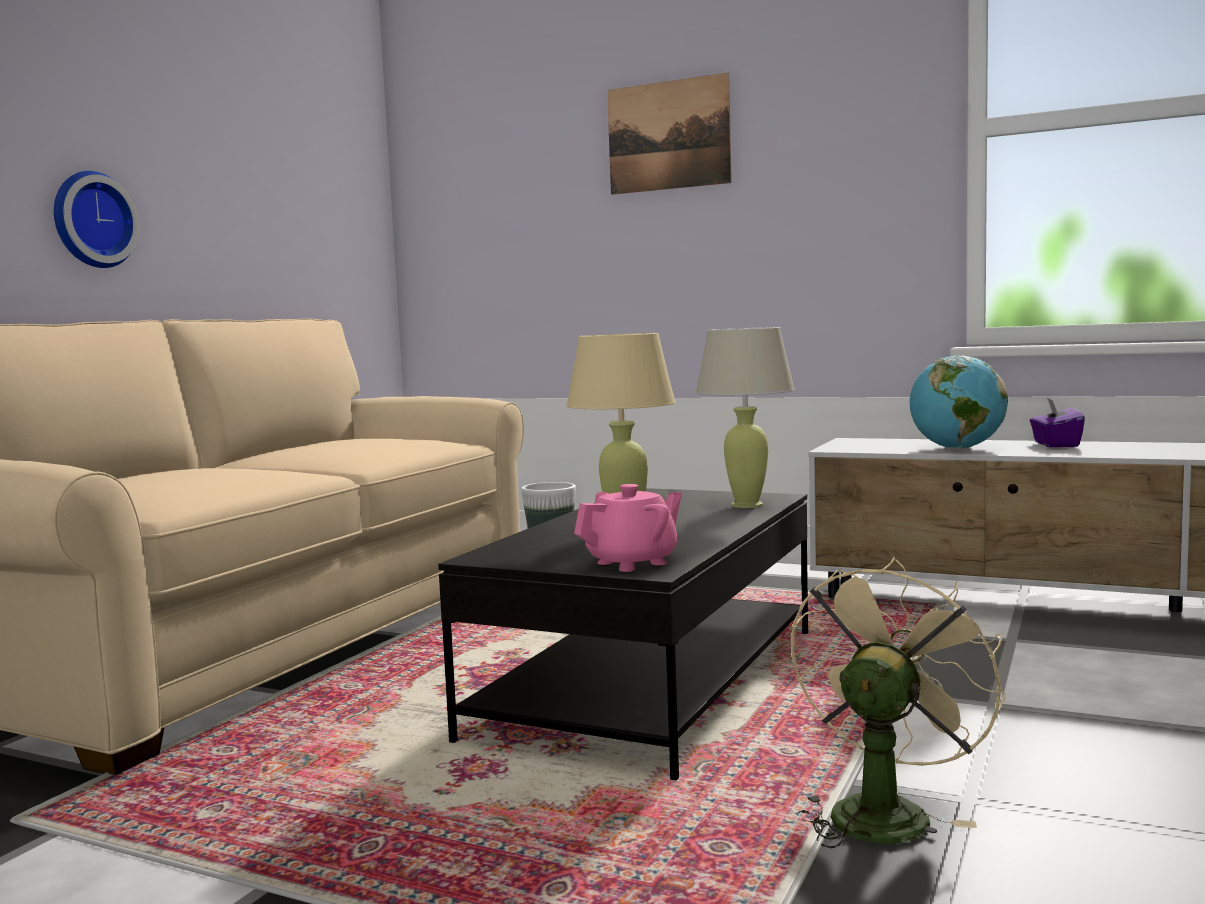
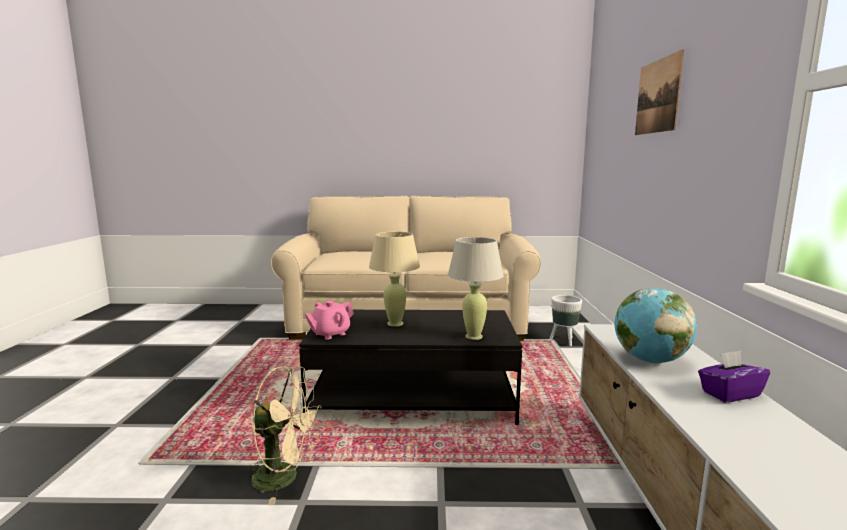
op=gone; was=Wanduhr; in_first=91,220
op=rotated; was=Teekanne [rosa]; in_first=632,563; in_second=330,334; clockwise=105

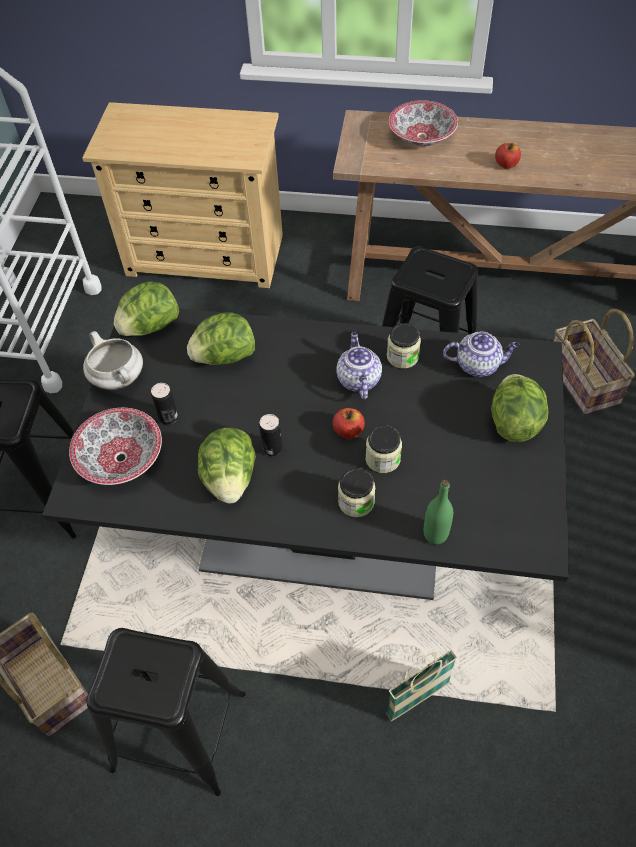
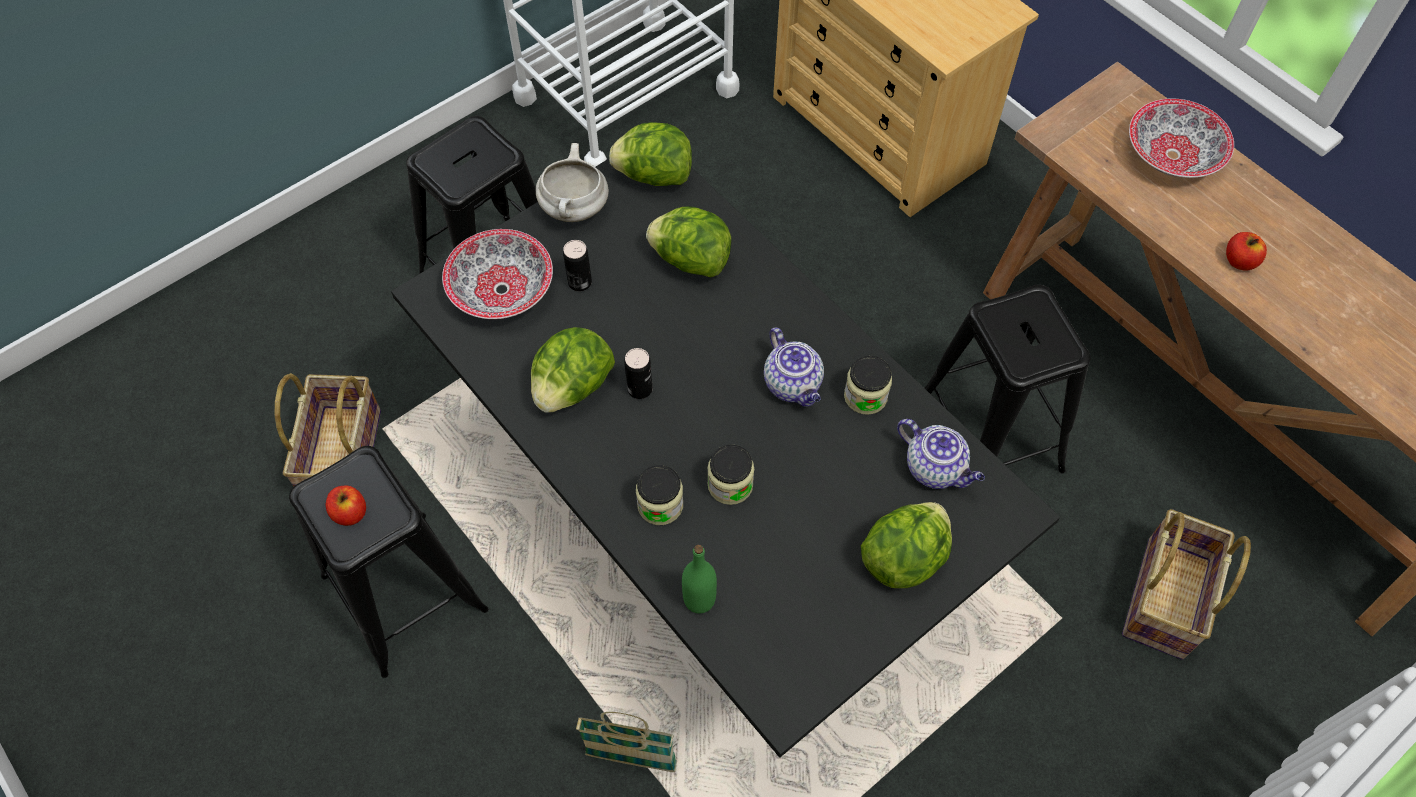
op=rotated; was=Teekanne; in_first=358,379; in_second=793,385; clockwise=120
op=shifted; was=Apfel; in_first=348,431; in_second=350,513

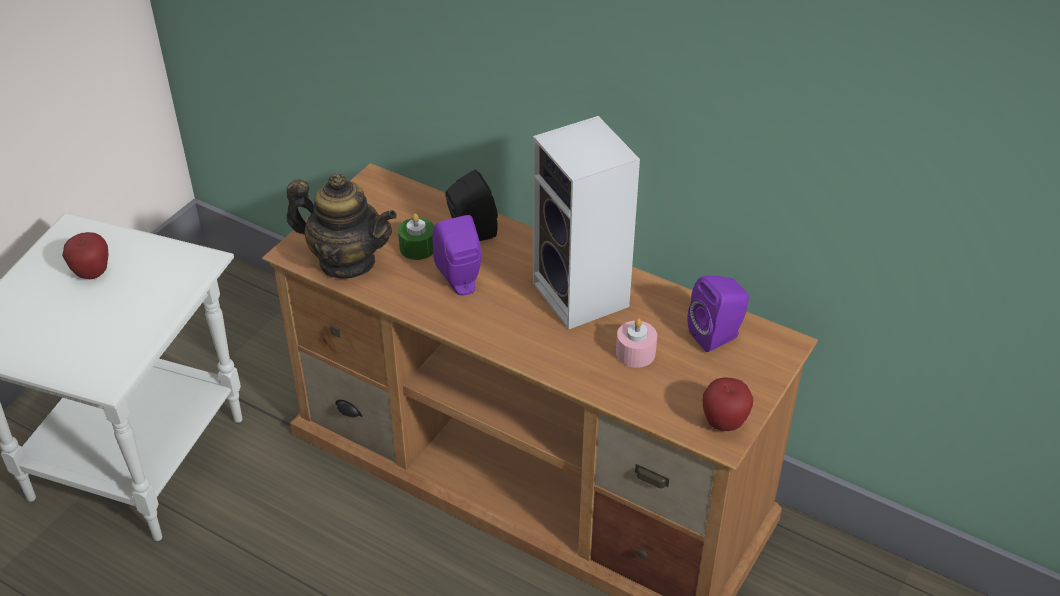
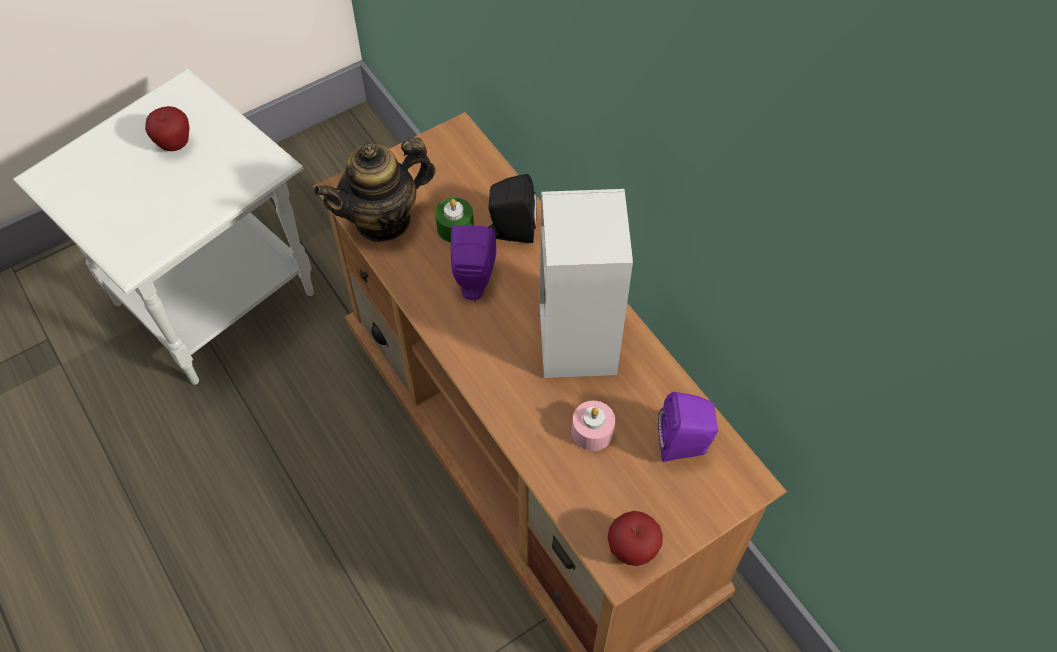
op=rotated; was=Teekanne; in_first=347,262; in_second=383,219; clockwise=105

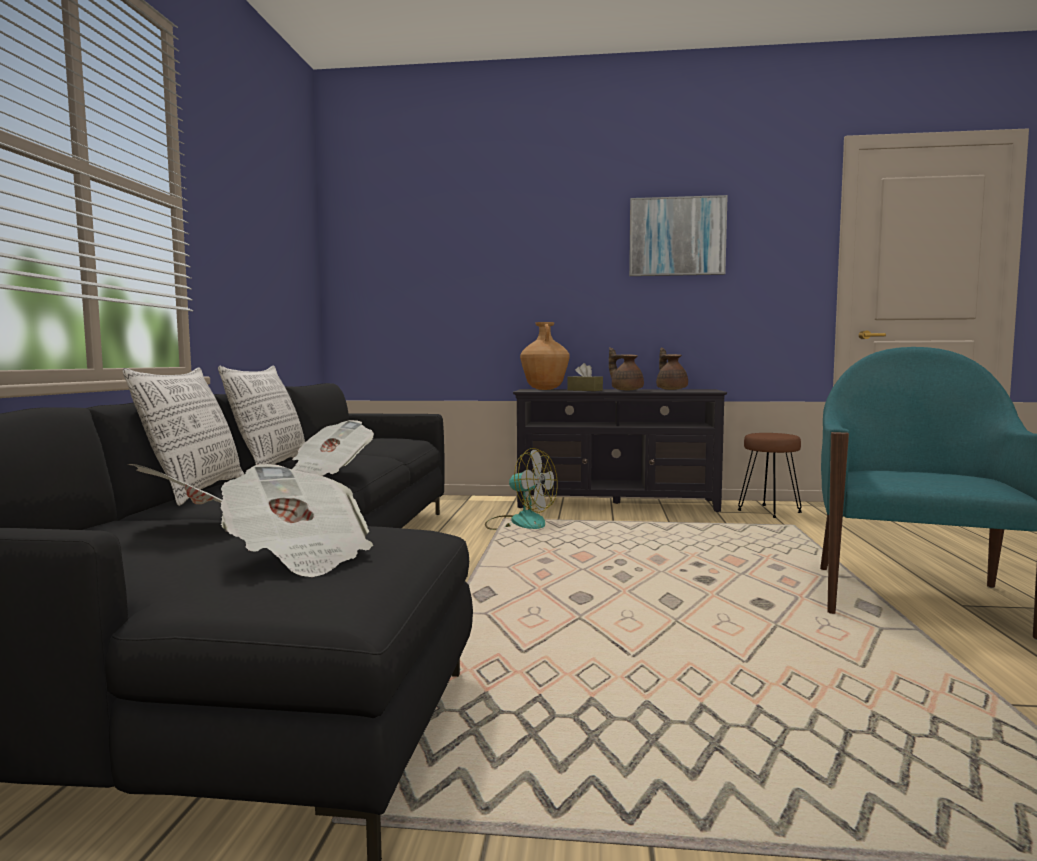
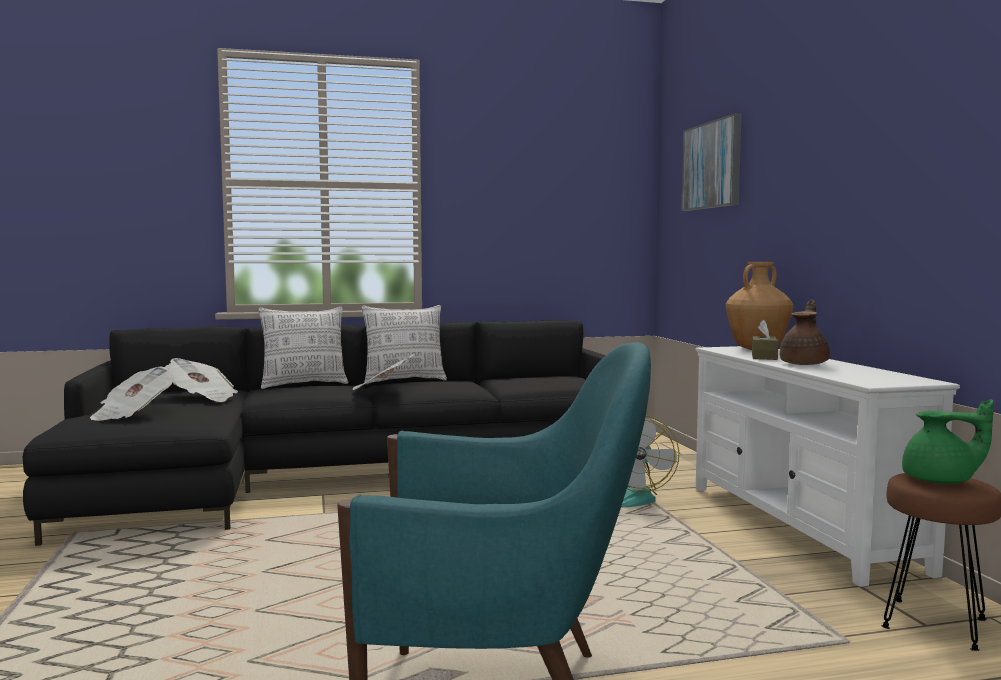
op=shifted; was=Bild; in_first=677,237; in_second=712,165
op=gone; was=Teekanne [braun]; in_first=671,389
op=repainted; was=Fernsehschrank [schwarz]; now=Fernsehschrank [weiß]; in_first=616,504; in_second=799,527
op=new; now=Teekanne [grün]; in_second=941,481

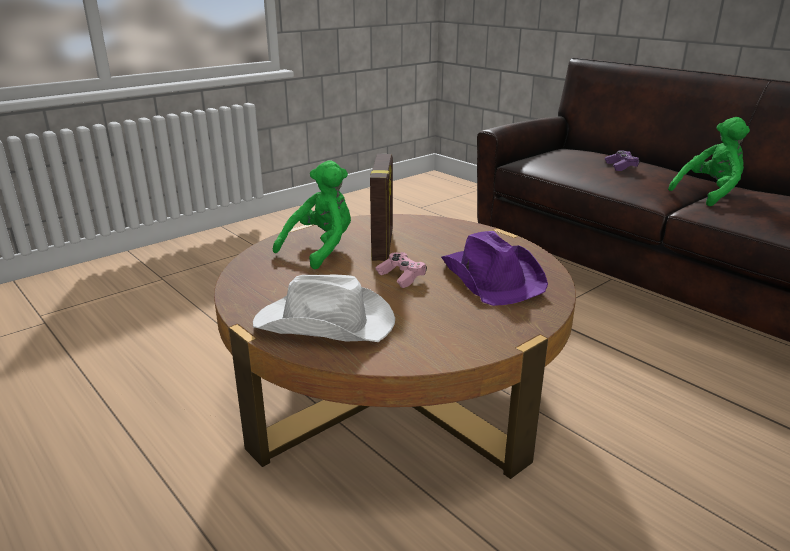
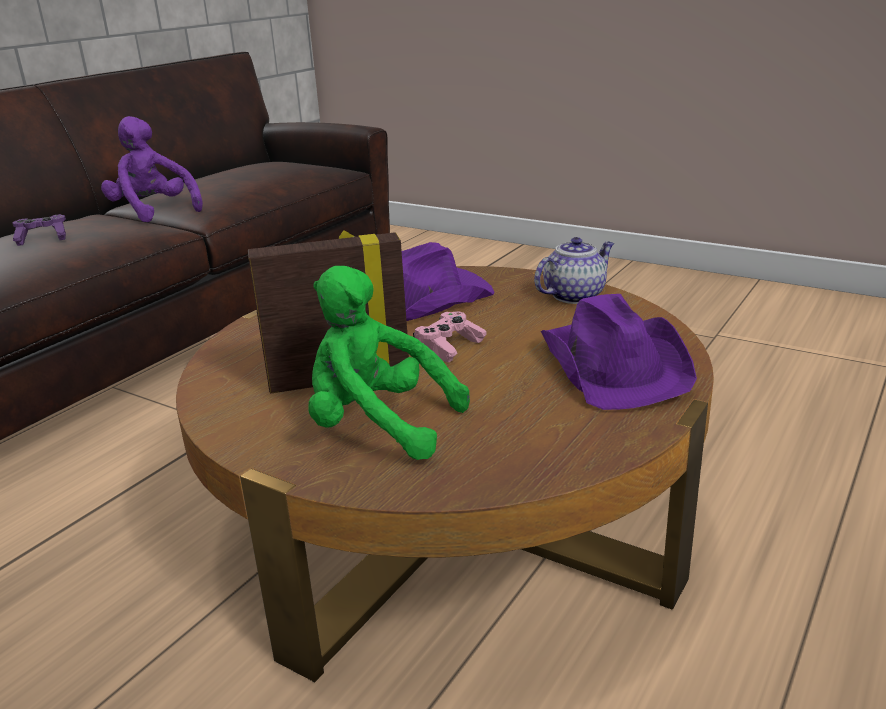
op=repainted; was=Plüschtier [grün]; now=Plüschtier [lila]; in_first=709,194; in_second=153,212
op=repainted; was=Hut [weiß]; now=Hut [lila]; in_first=326,324; in_second=615,365
op=new; now=Teekanne; in_second=574,295

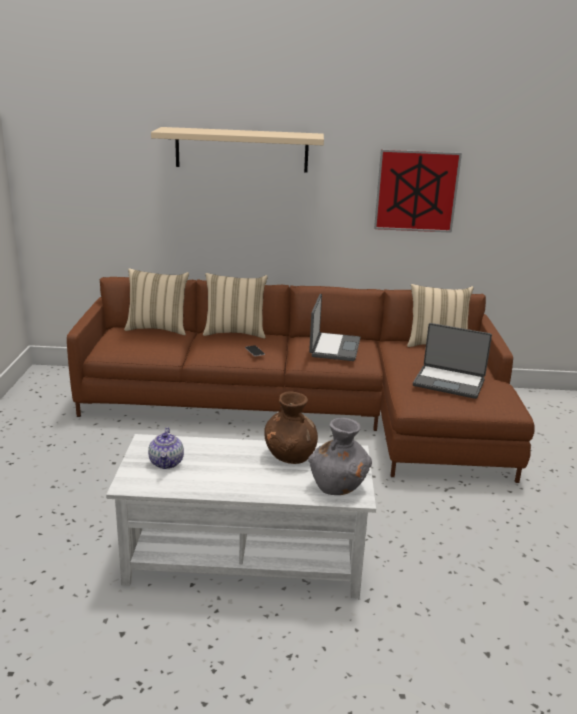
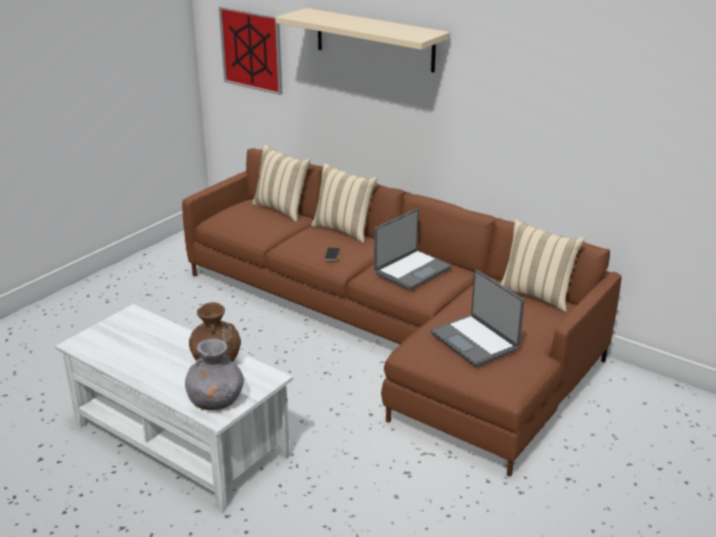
op=shifted; was=Bild; in_first=416,191; in_second=251,50
op=gone; was=Teekanne; in_first=167,463

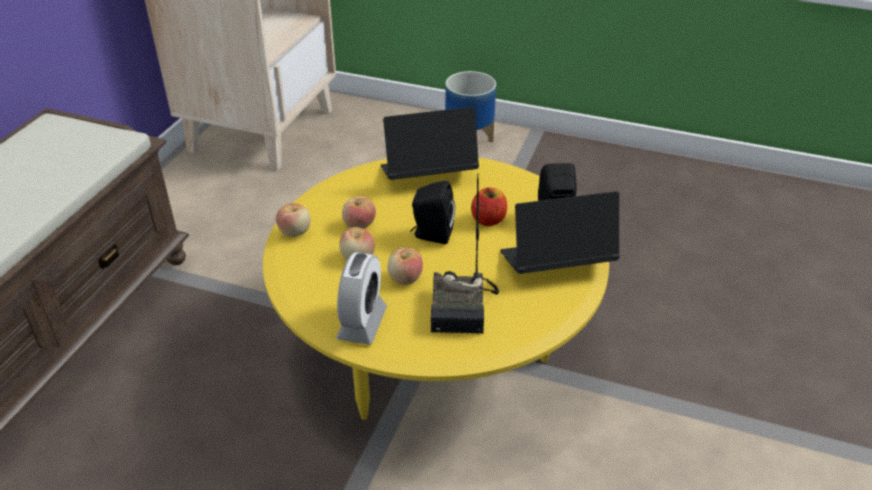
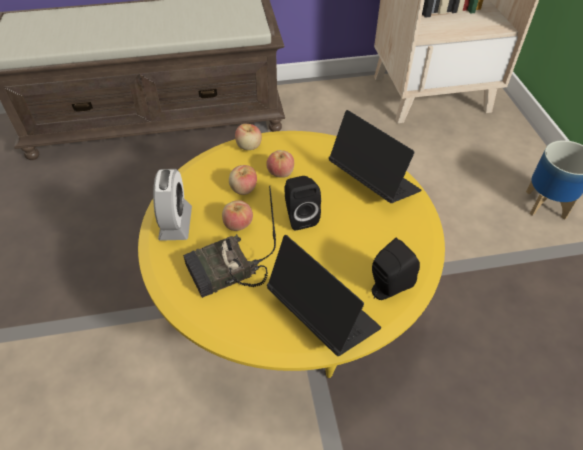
op=gone; was=Apfel; in_first=488,220
op=rotated; was=Wecker; in_first=362,323; in_second=175,223; clockwise=-75

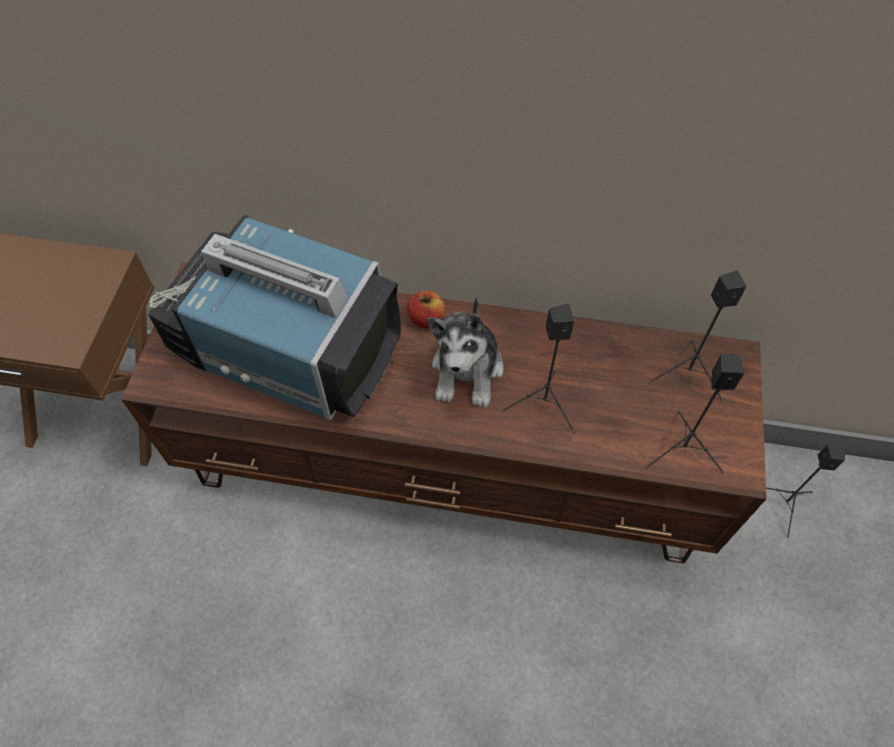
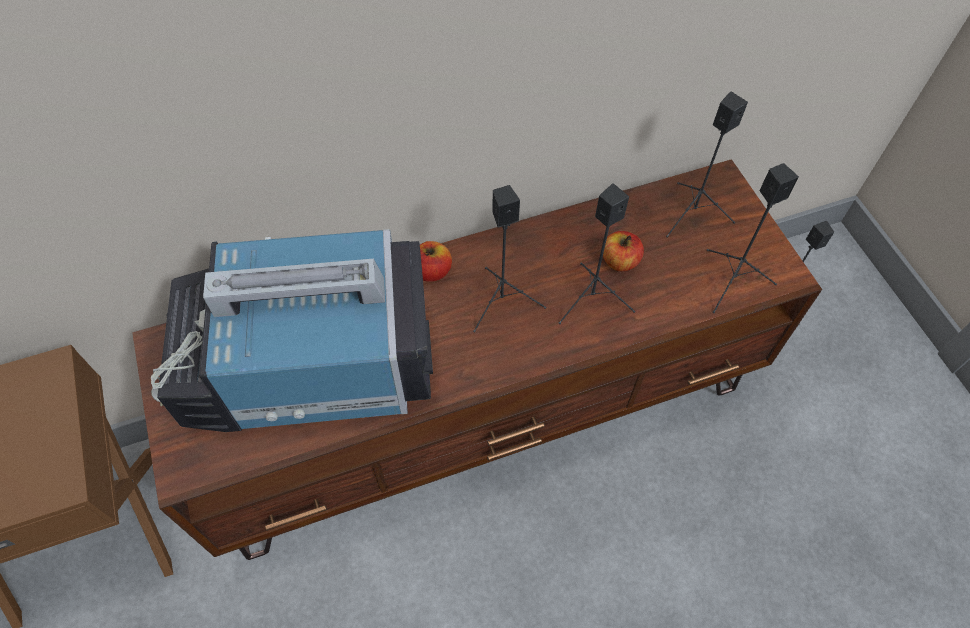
op=swapped; was=Plüschtier; now=Lautsprecher [schwarz]; in_first=467,370; in_second=503,301
op=new; now=Apfel; in_second=619,261

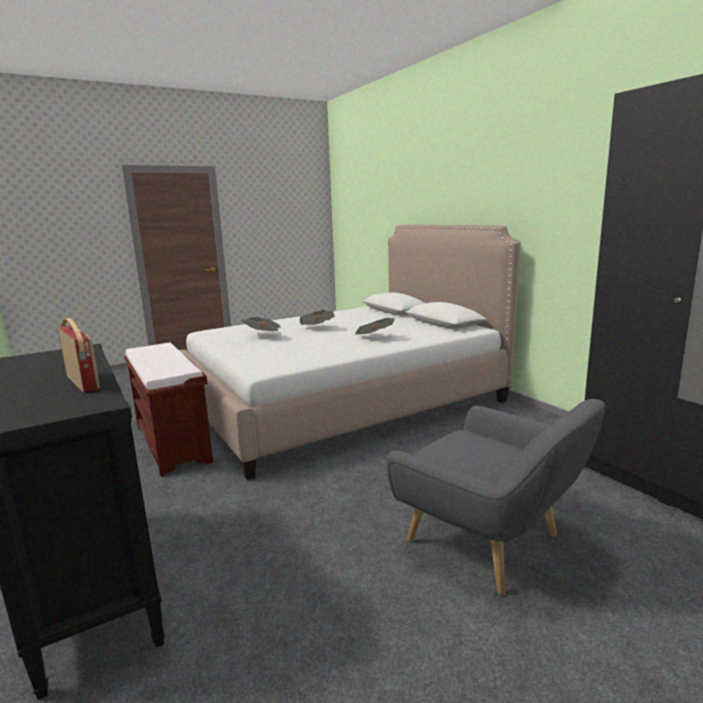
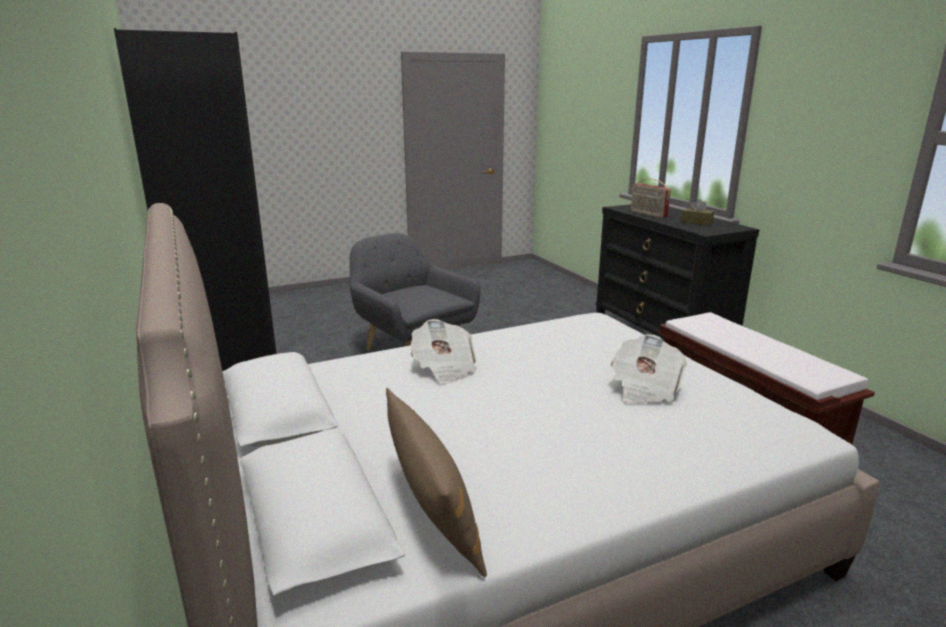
op=gone; was=Zeitung; in_first=317,328
op=new; now=Taschentuchbox [braun]; in_second=697,222
op=new; now=Kissen [braun]; in_second=431,512

